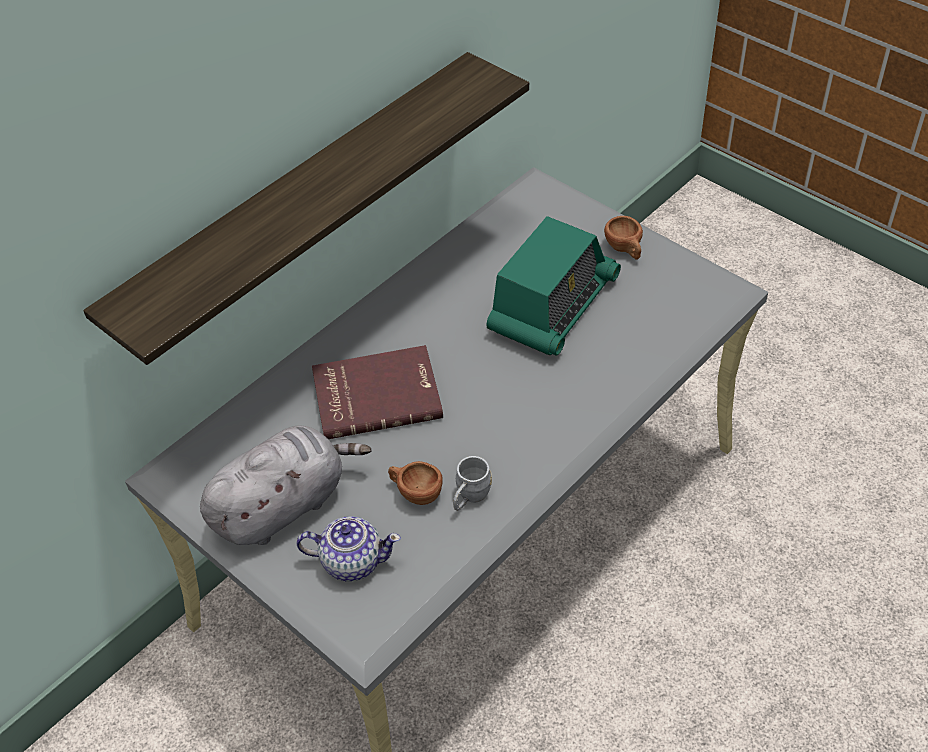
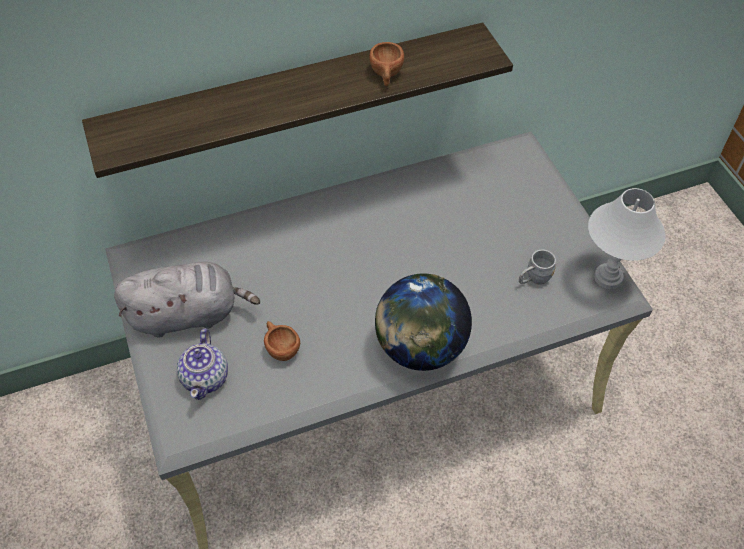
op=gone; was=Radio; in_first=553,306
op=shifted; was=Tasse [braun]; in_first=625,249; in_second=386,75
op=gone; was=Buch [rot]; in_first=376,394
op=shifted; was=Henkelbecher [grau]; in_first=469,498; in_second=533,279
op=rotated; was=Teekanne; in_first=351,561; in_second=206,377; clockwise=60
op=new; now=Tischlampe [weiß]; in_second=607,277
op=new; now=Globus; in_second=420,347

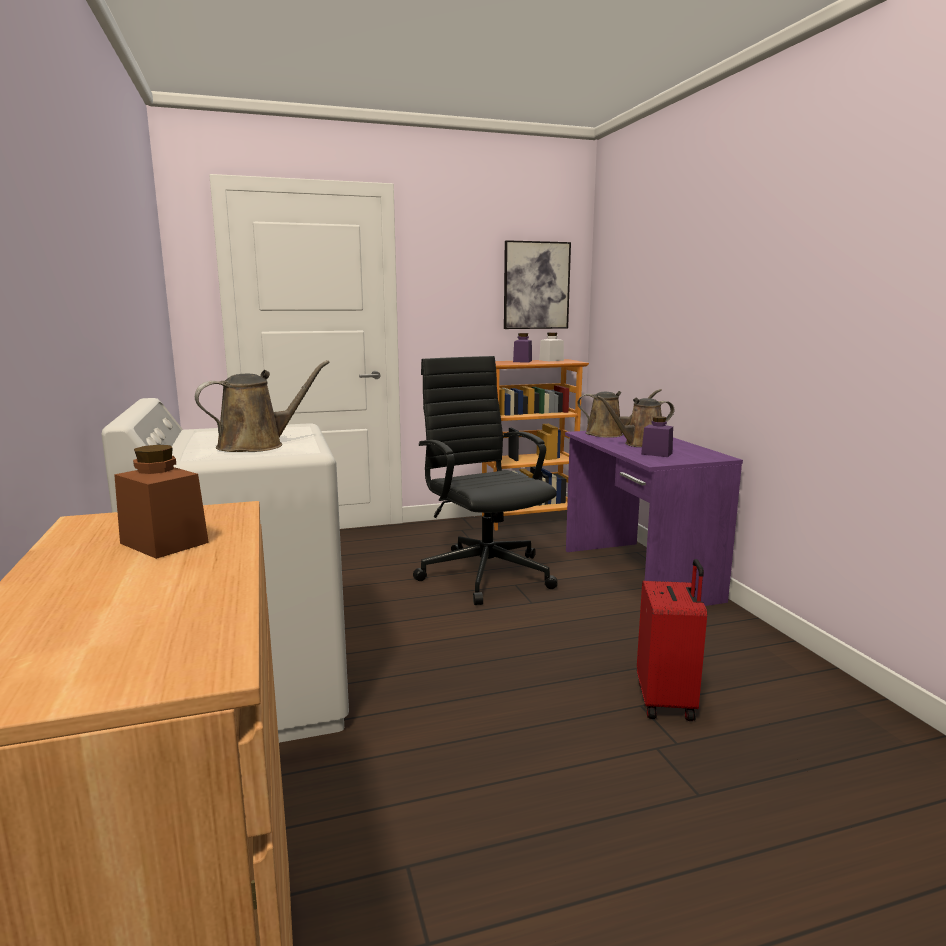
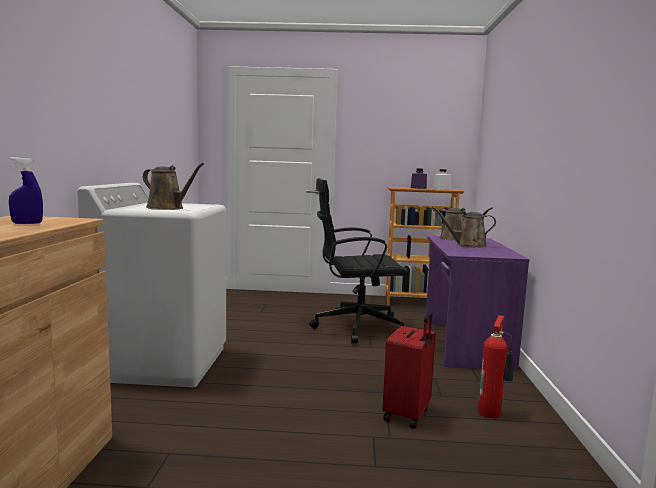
op=gone; was=Bild; in_first=536,285
op=rotated; was=Bürostuhl [schwarz]; in_first=485,573; in_second=356,327; clockwise=-90
op=rotated; was=Gießkanne [braun]; in_first=257,445; in_second=168,208; clockwise=45
op=gone; was=Vorratsglas [lila]; in_first=656,453
op=swapped; was=Vorratsglas [braun]; now=Sprühflasche [blau]; in_first=164,543; in_second=27,223
op=new; now=Feuerlöscher; in_second=492,412

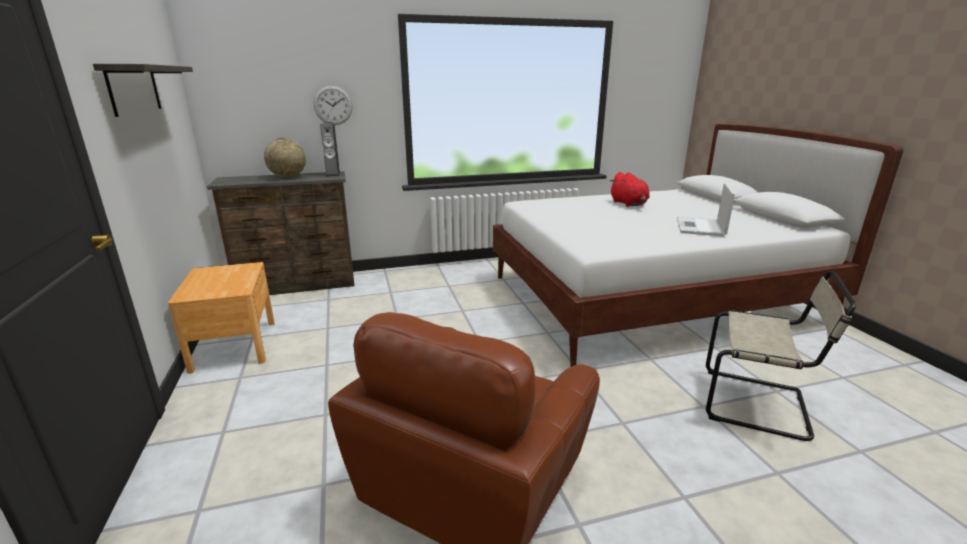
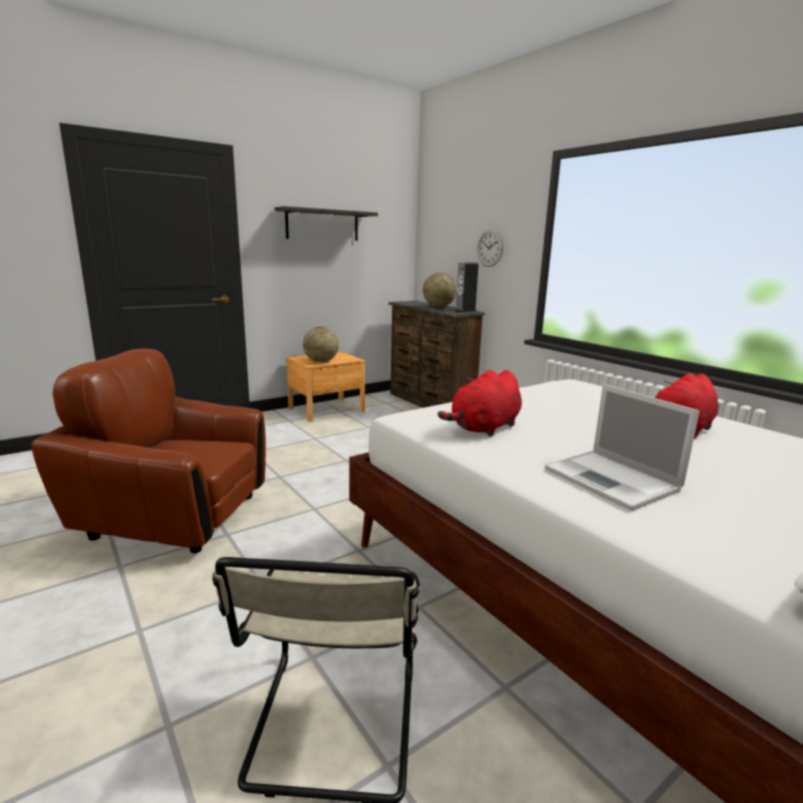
op=rotated; was=Laptop; in_first=700,227; in_second=613,480; clockwise=-120
op=new; now=Globus; in_second=321,361
op=new; now=Plüschtier [rot]; in_second=484,428

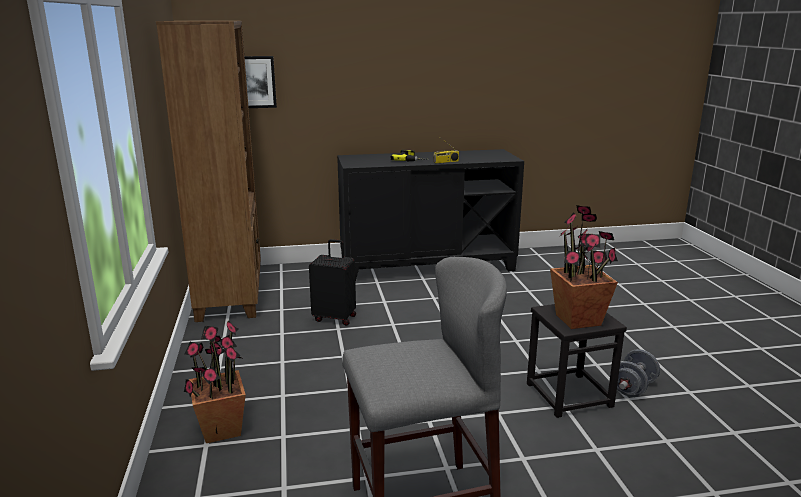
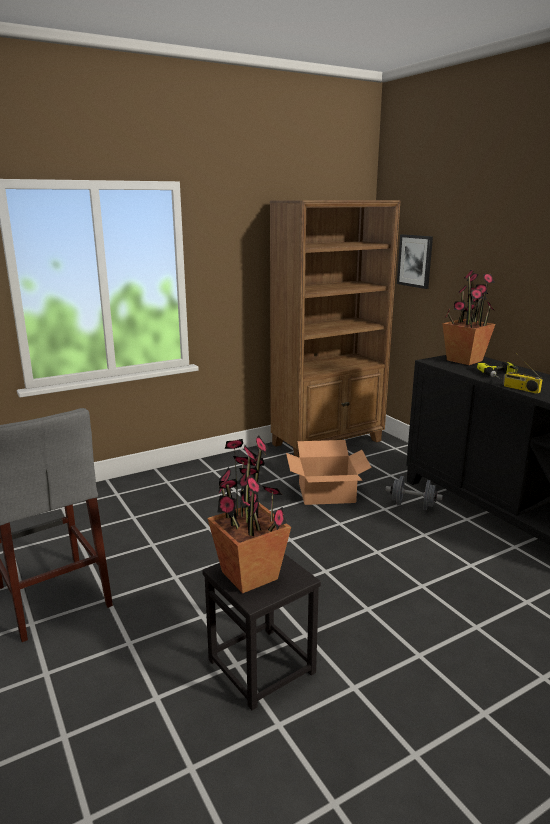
op=swapped; was=Koffer [schwarz]; now=Karton; in_first=335,318; in_second=327,493
op=shifted; was=Topfpflanze; in_first=221,429; in_second=464,360
op=shifted; was=Hantel [grau]; in_first=633,388; in_second=412,506

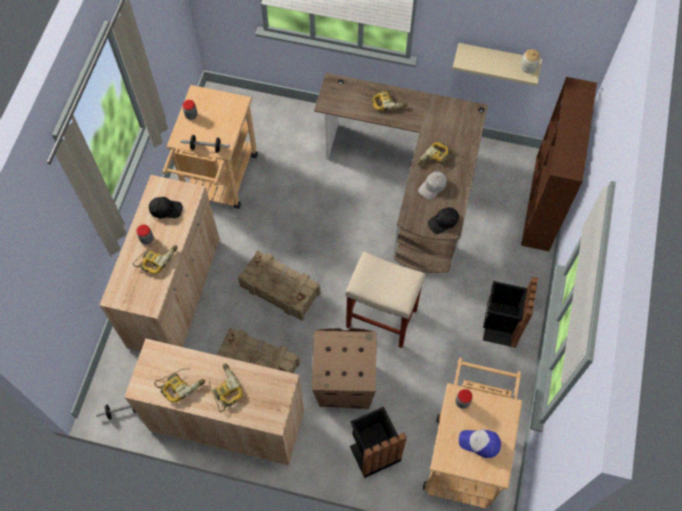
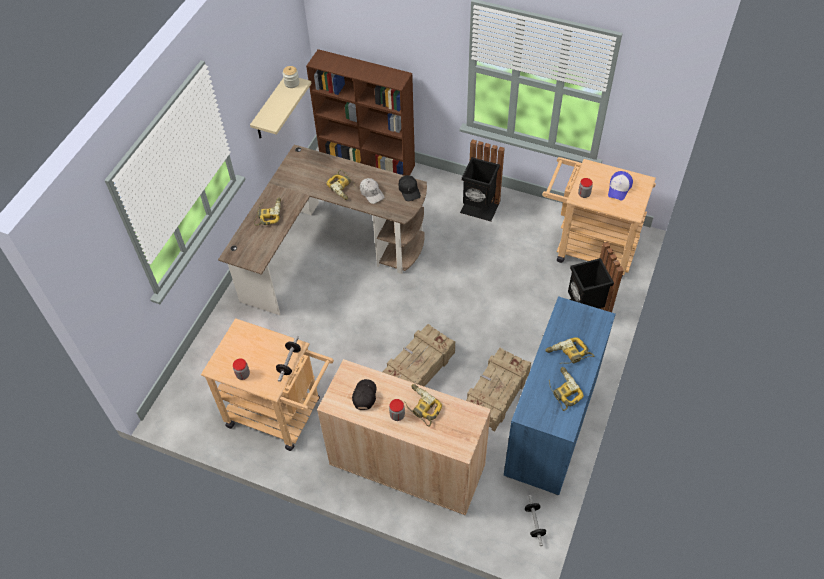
op=gone; was=Hocker [beige]; in_first=380,318
op=gone; was=Karton; in_first=343,383
op=repainted; was=Schrank [beige]; now=Schrank [blau]; in_first=227,421; in_second=551,424

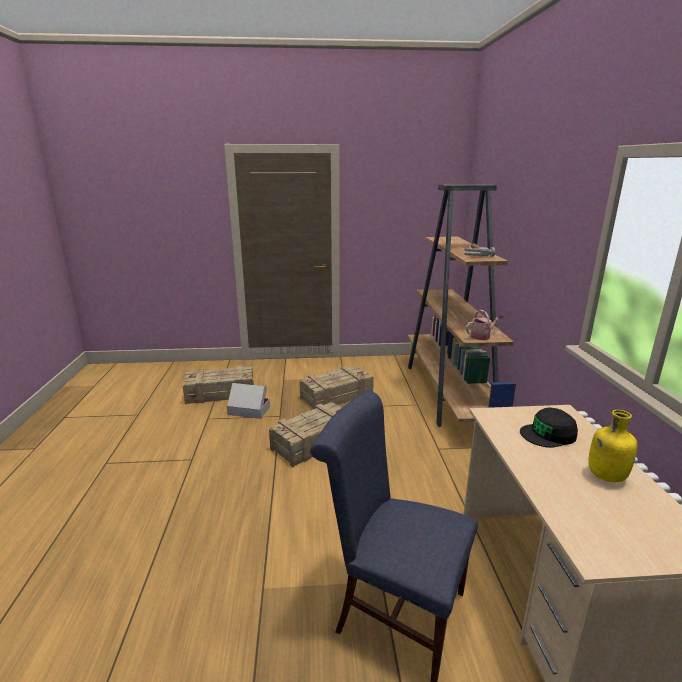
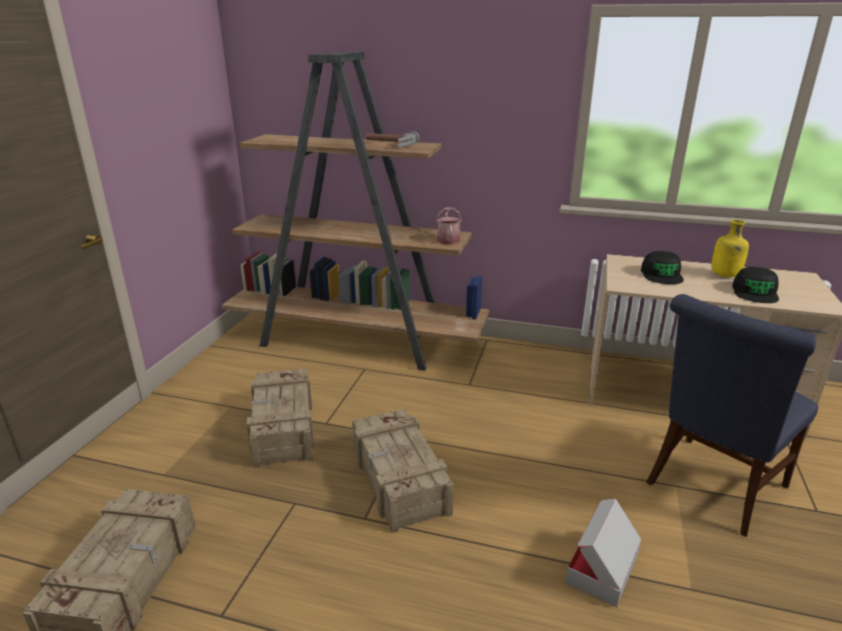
op=shifted; was=Karton; in_first=248,410; in_second=602,568
op=new; now=Kappe [schwarz]; in_second=755,292

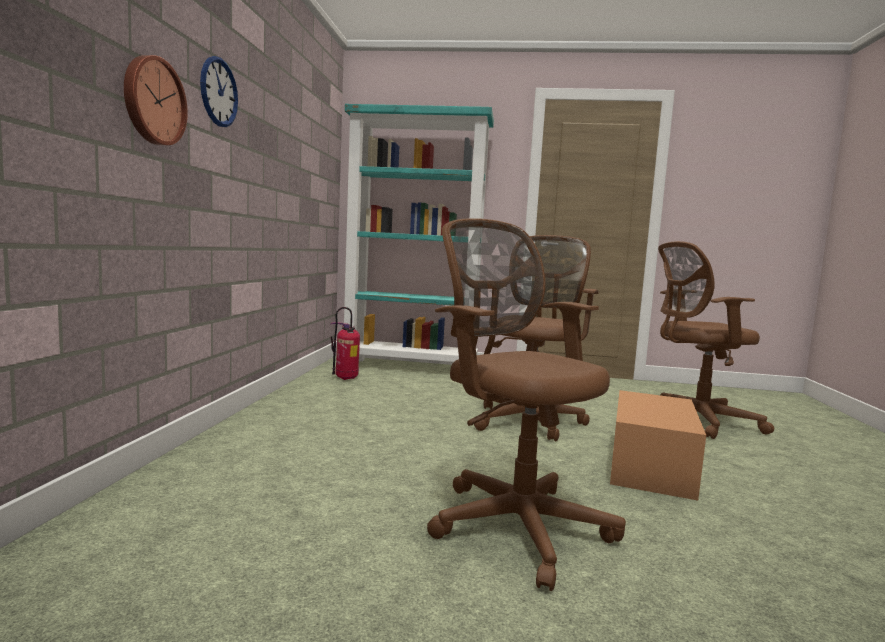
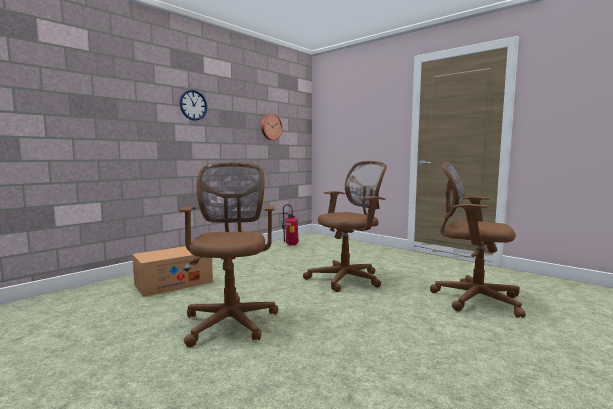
op=shifted; was=Wanduhr; in_first=153,101; in_second=271,127
op=gone; was=Bücherregal [türkis]; in_first=411,367
op=shifted; was=Karton; in_first=650,467; in_second=173,283

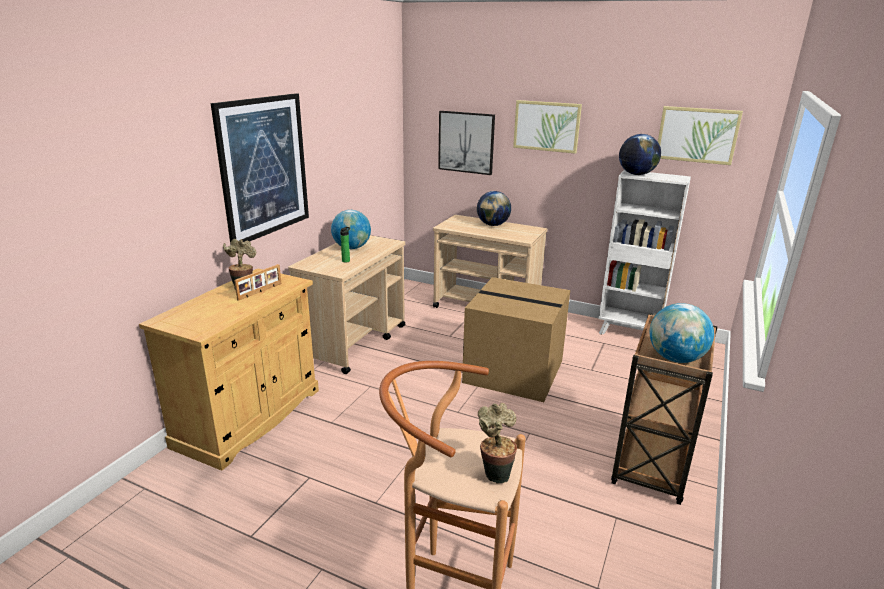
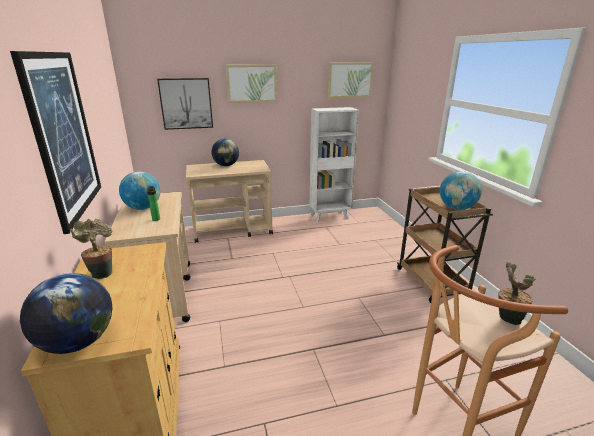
op=shifted; was=Globus; in_first=636,174; in_second=77,342
op=gone; was=Bilderrahmen; in_first=260,291
op=gone; was=Karton; in_first=515,371

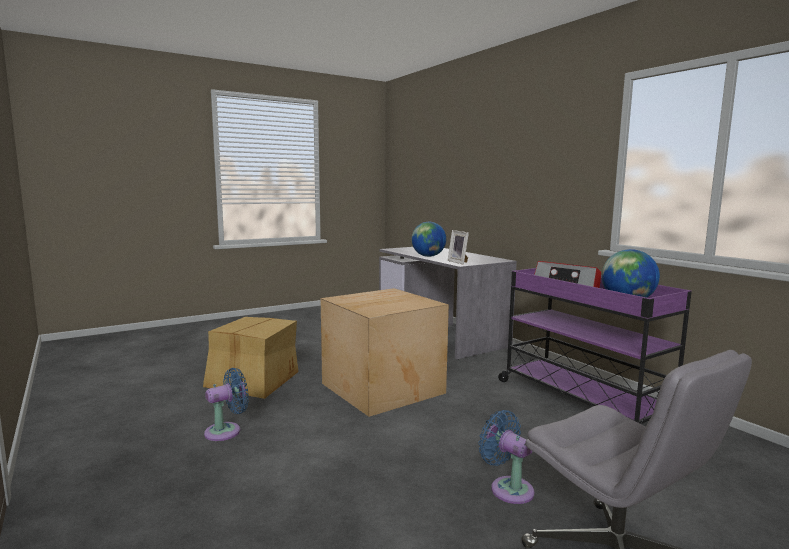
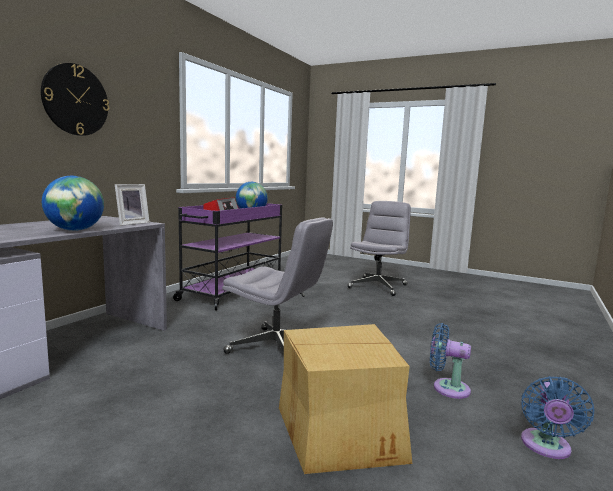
op=swapped; was=Karton; now=Bürostuhl [grau]; in_first=380,388; in_second=277,348
op=shifted; was=Ventilator [blau]; in_first=508,488; in_second=546,447
op=new; now=Wanduhr; in_second=75,100

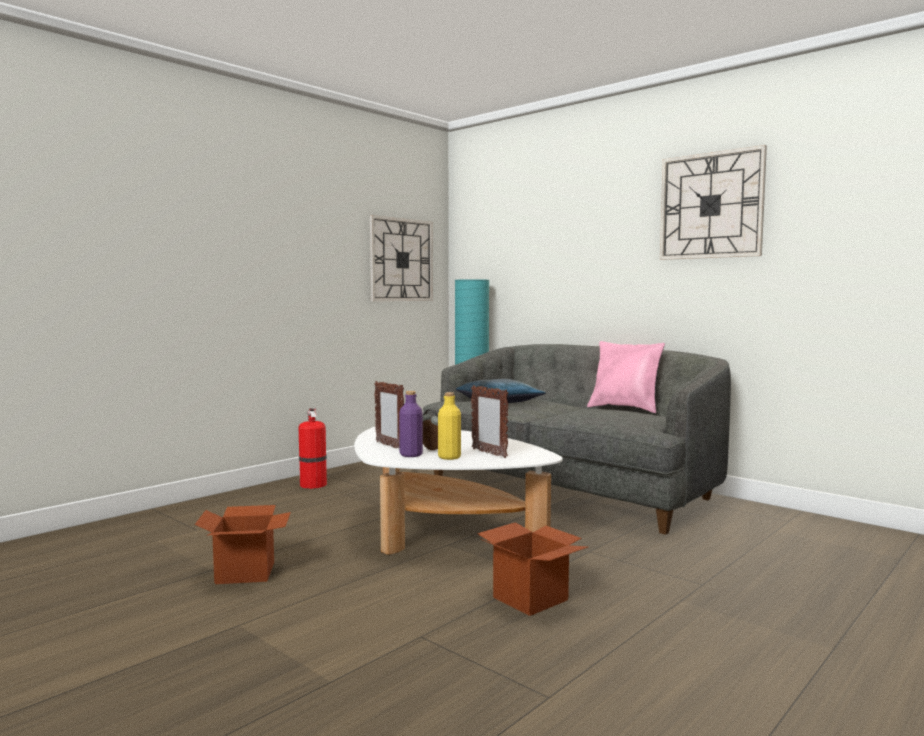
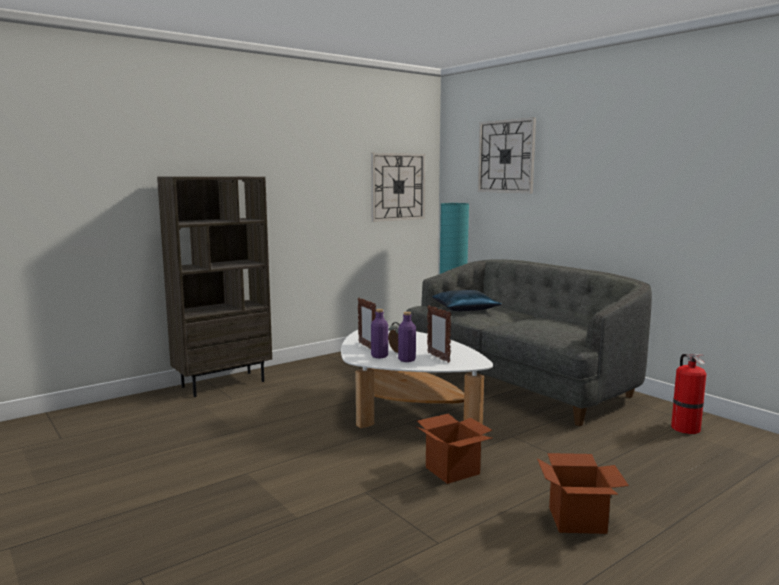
op=shifted; was=Wanduhr; in_first=711,206; in_second=506,156
op=gone; was=Kissen [rosa]; in_first=625,409
op=repainted; was=Flasche [gelb]; now=Flasche [lila]; in_first=449,457; in_second=407,360
op=shifted; was=Feuerlöscher; in_first=312,484; in_second=684,427
op=shifted; was=Karton; in_first=245,573; in_second=577,520
op=new; now=Bücherregal [braun]; in_second=223,383

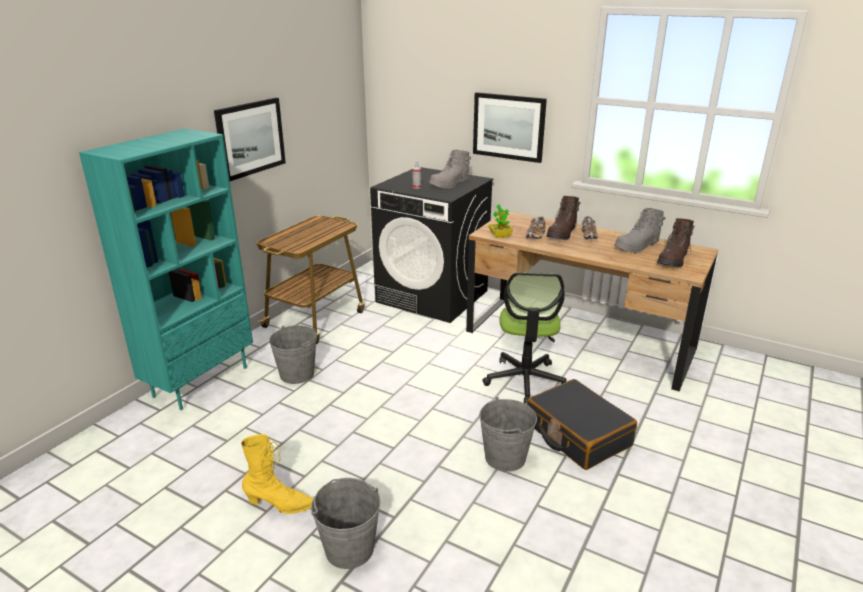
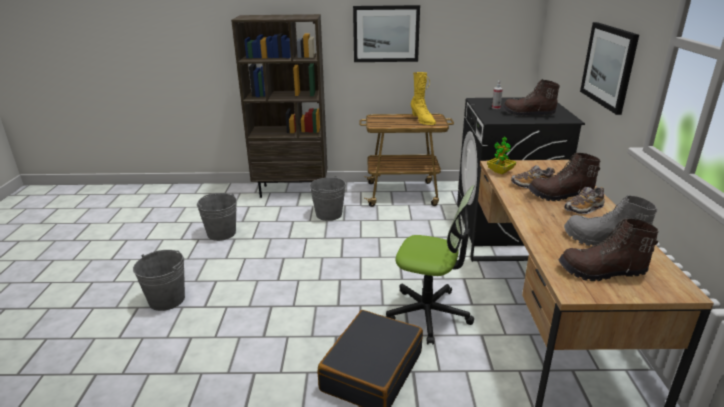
op=repainted; was=Bücherregal [türkis]; now=Bücherregal [braun]; in_first=201,381; in_second=292,191
op=repainted; was=Stiefel [grau]; now=Stiefel [braun]; in_first=450,184; in_second=528,114
op=rotated; was=Bürostuhl; in_first=525,380; in_second=428,314; clockwise=-135
op=shifted; was=Eimer [grau]; in_first=505,457; in_second=221,233
op=shifted; was=Stiefel [gelb]; in_first=280,505; in_second=422,120

